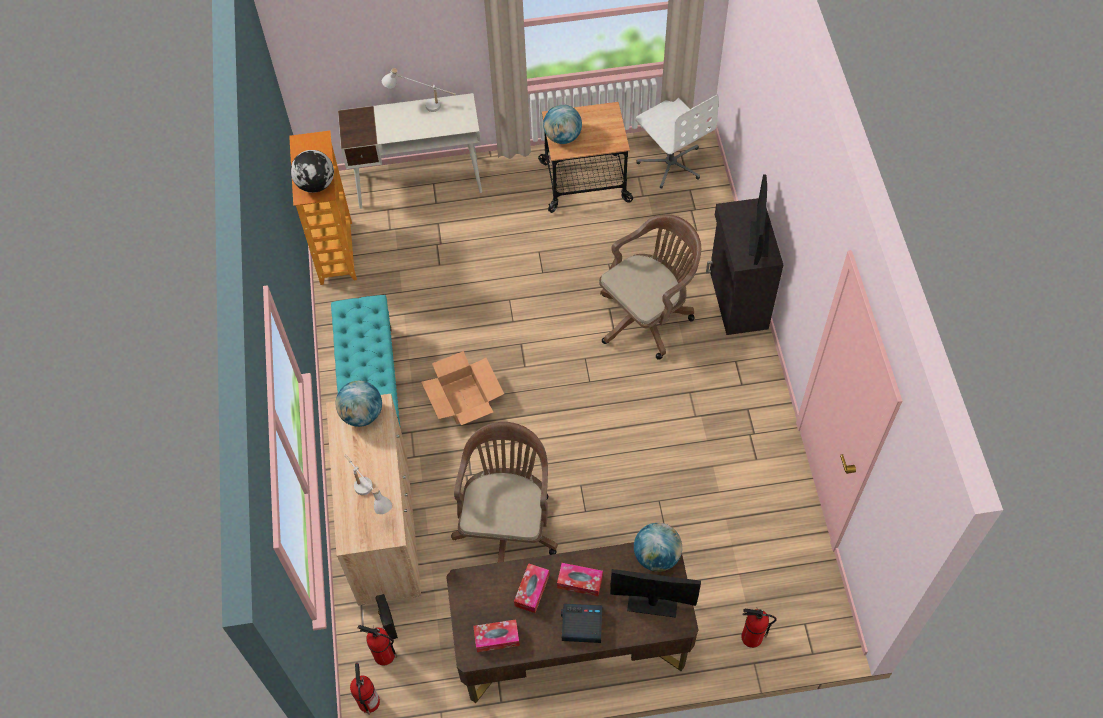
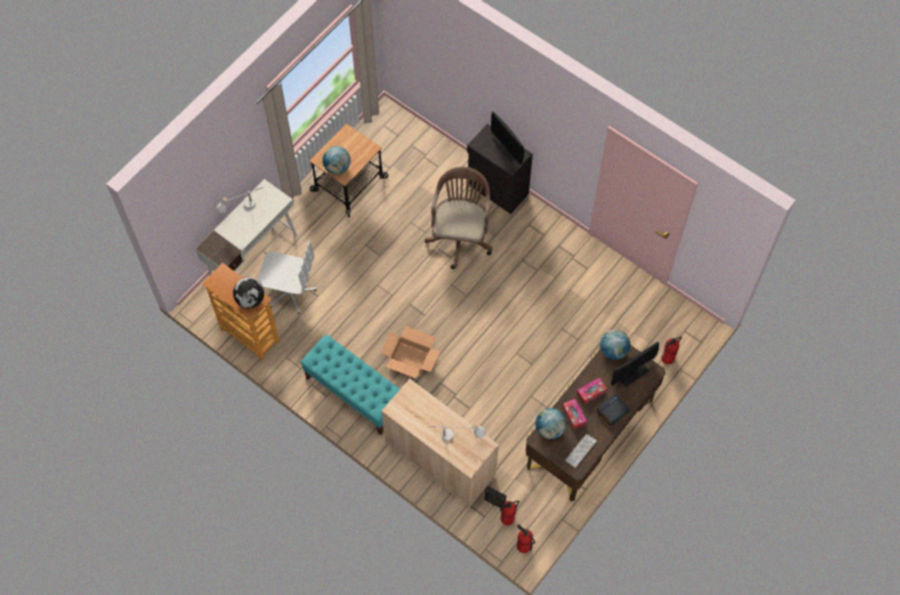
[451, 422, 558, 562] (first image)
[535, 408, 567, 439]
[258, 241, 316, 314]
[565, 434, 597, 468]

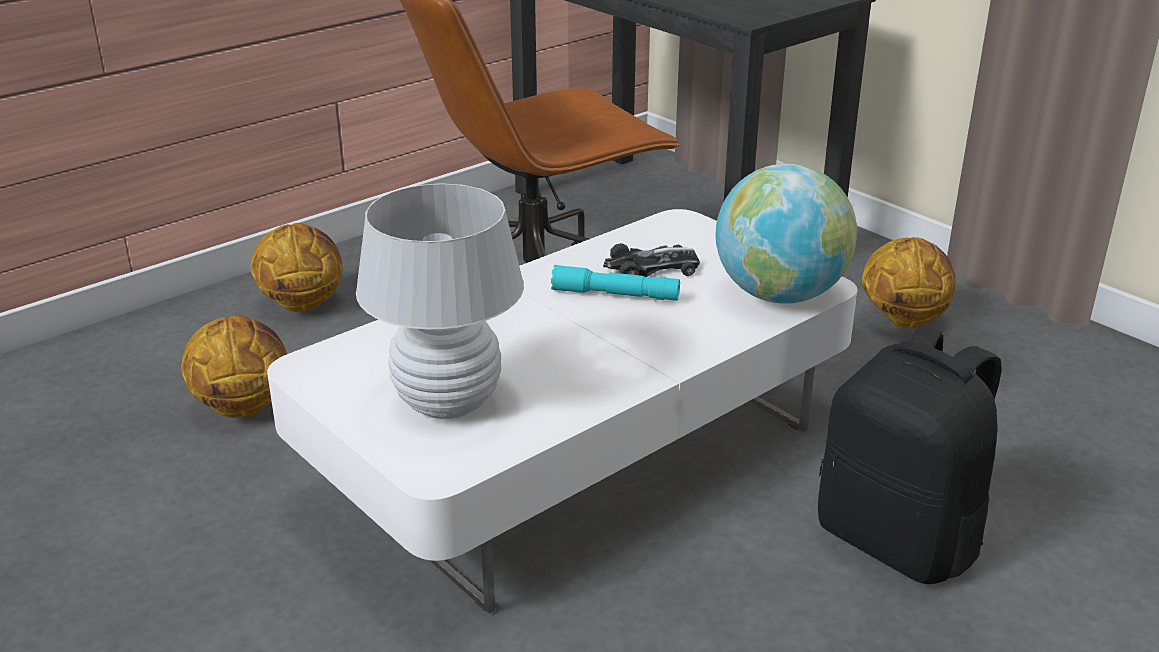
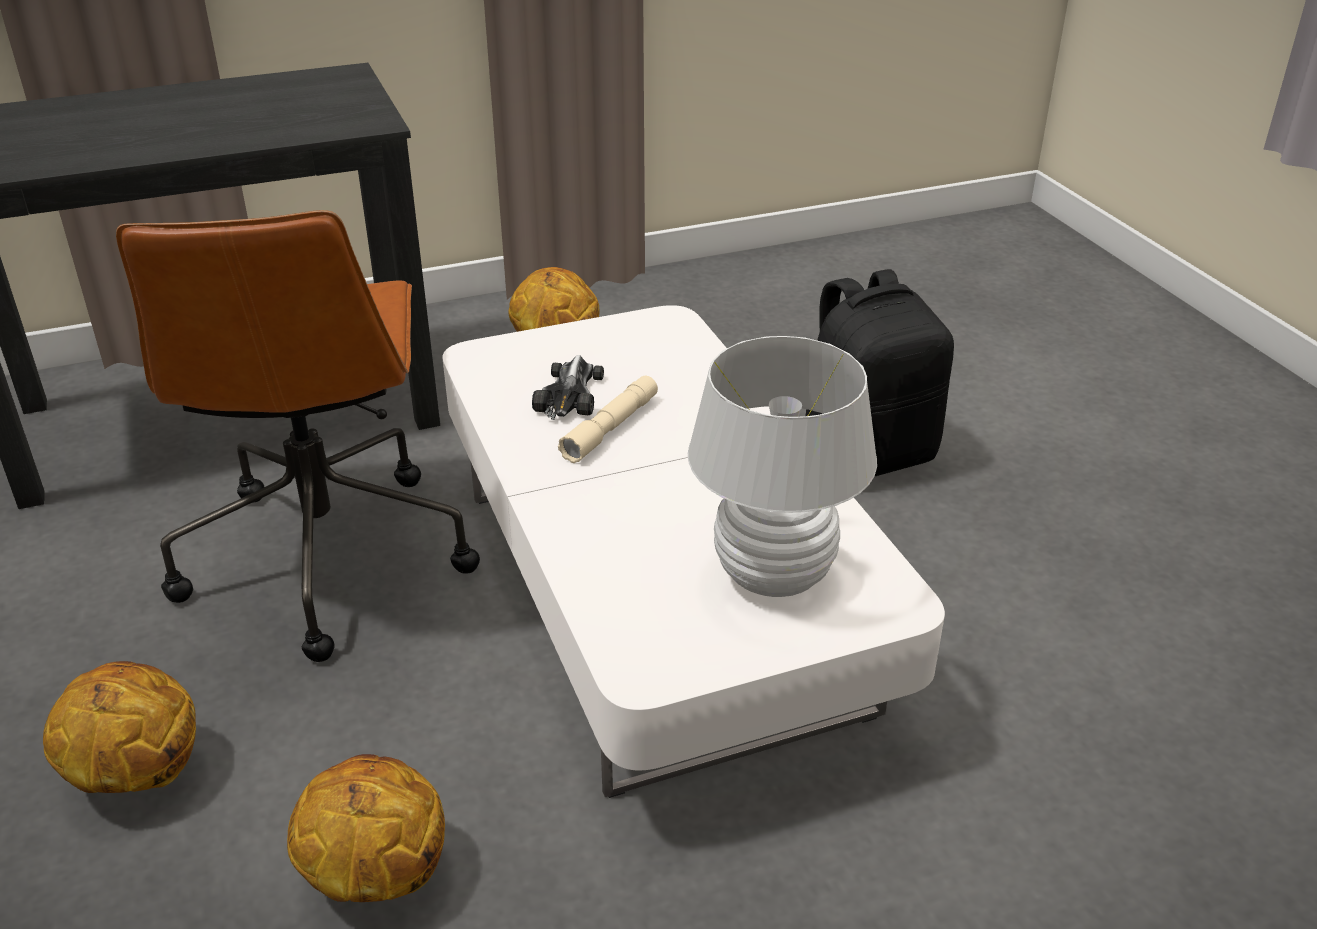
[716, 163, 857, 304] (first image)
[558, 376, 658, 463]

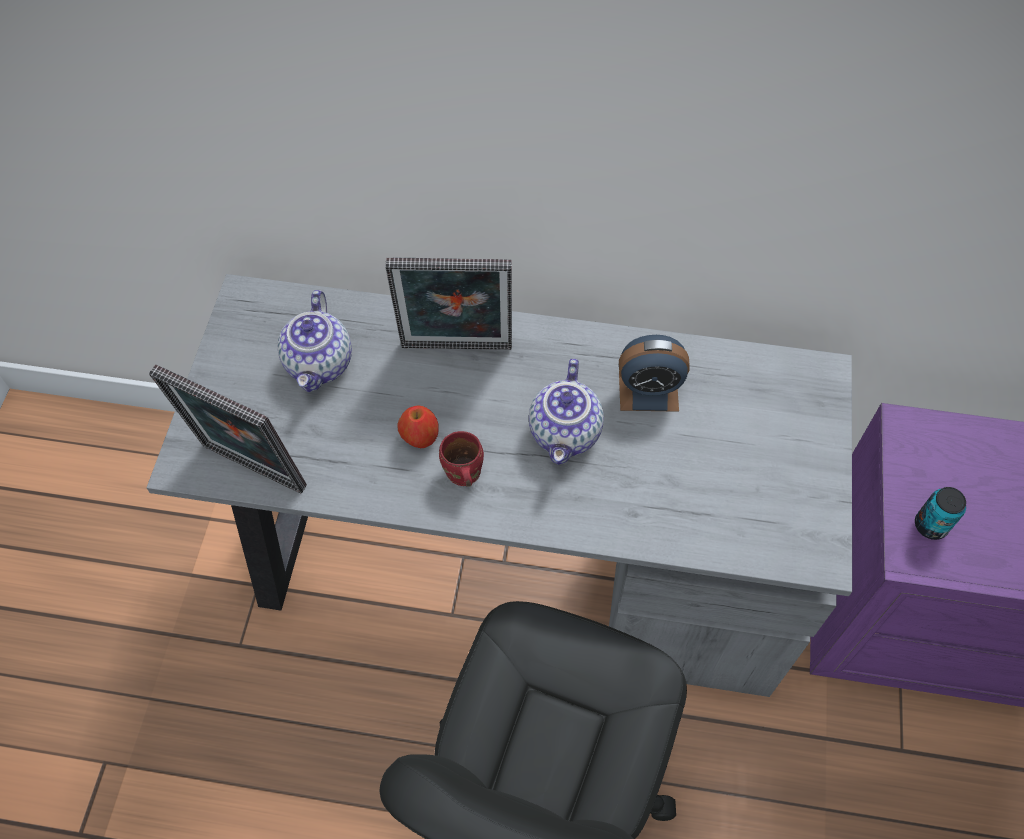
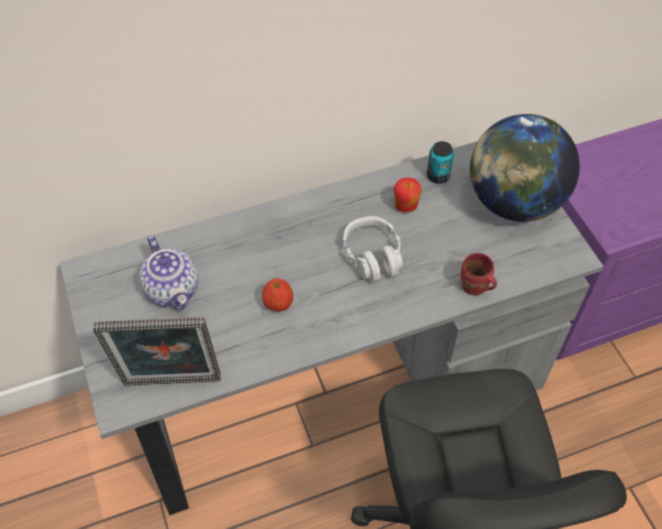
[386, 258, 512, 350] (first image)
[470, 114, 580, 222]
[461, 253, 497, 295]
[427, 141, 454, 184]
[343, 216, 403, 282]
[394, 178, 422, 212]

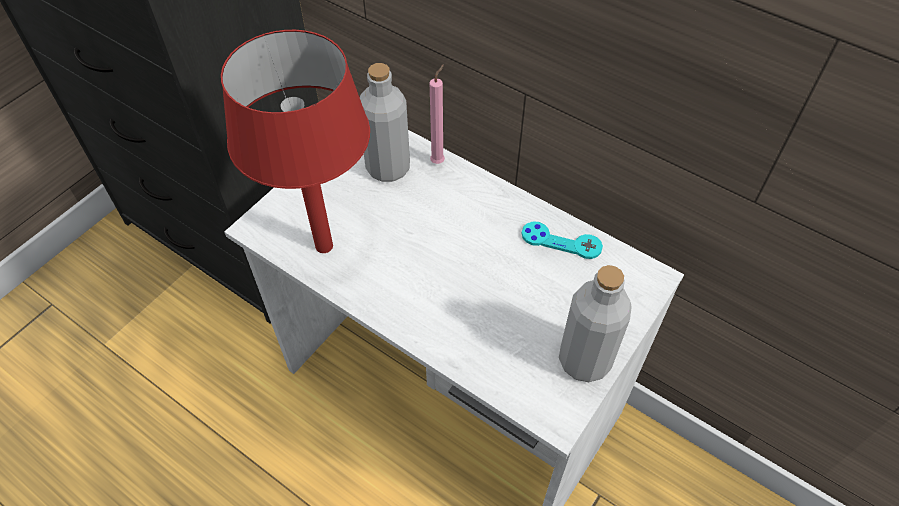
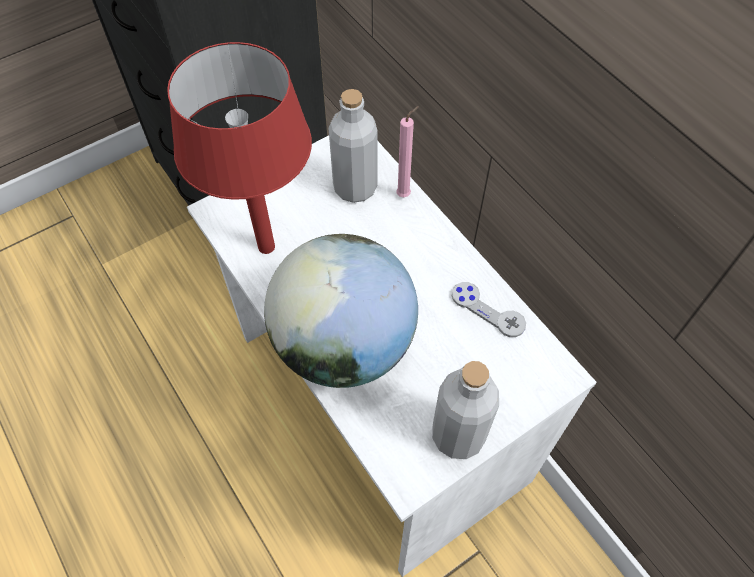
[264, 234, 418, 388]
[452, 282, 526, 337]

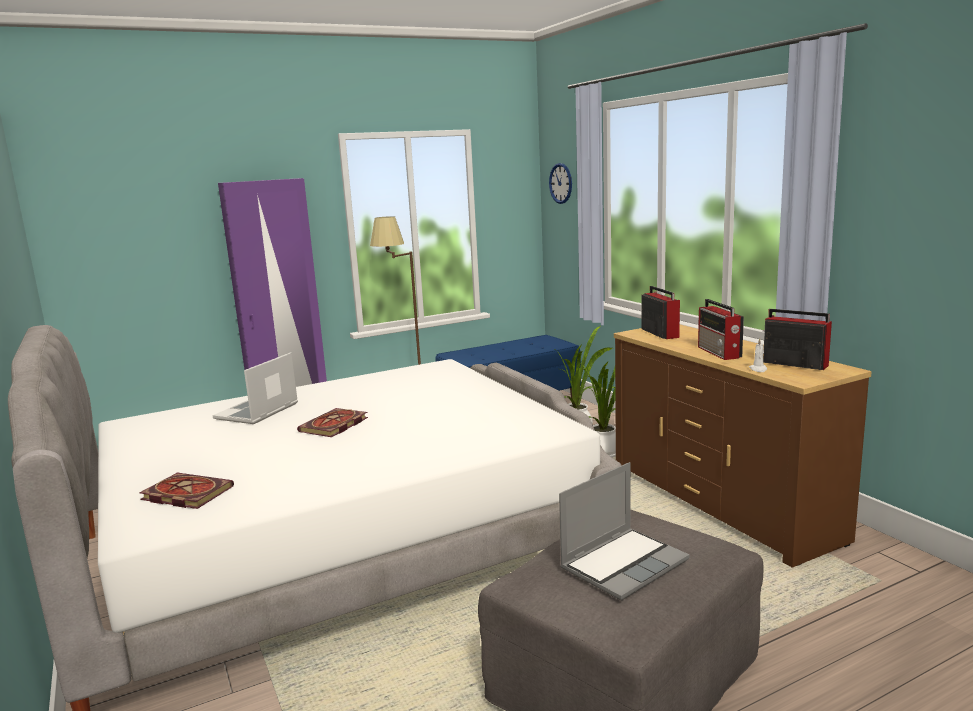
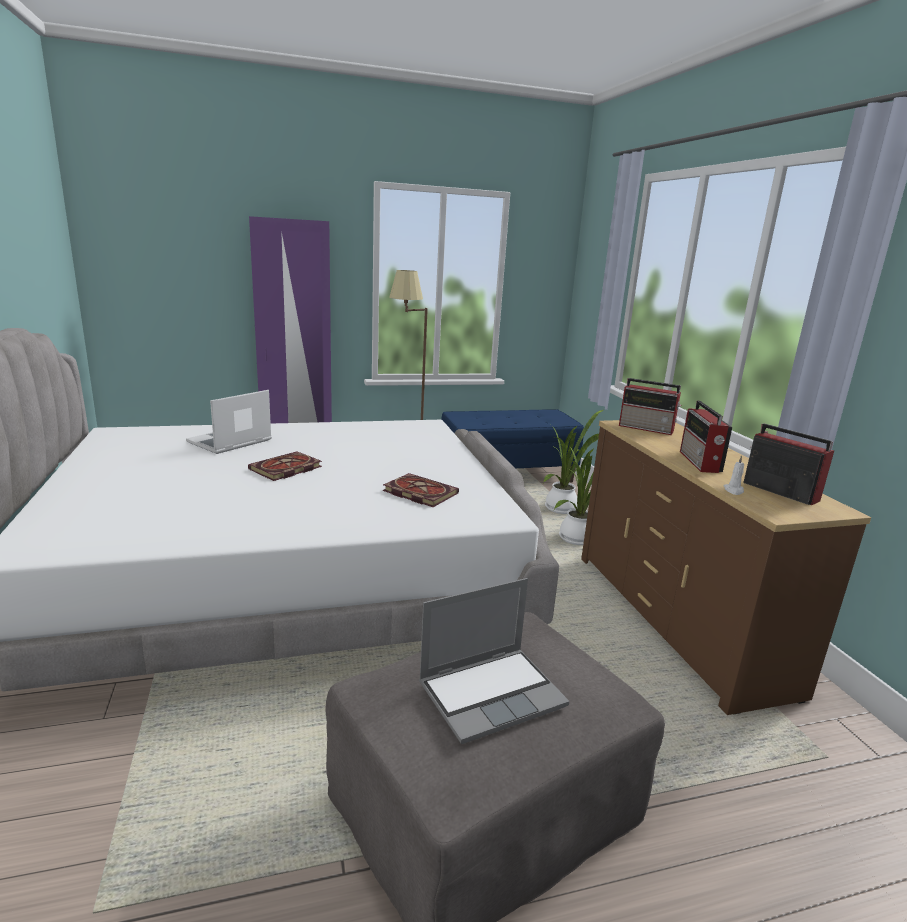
[549, 163, 572, 204] (first image)
[383, 473, 459, 507]
[619, 378, 681, 435]

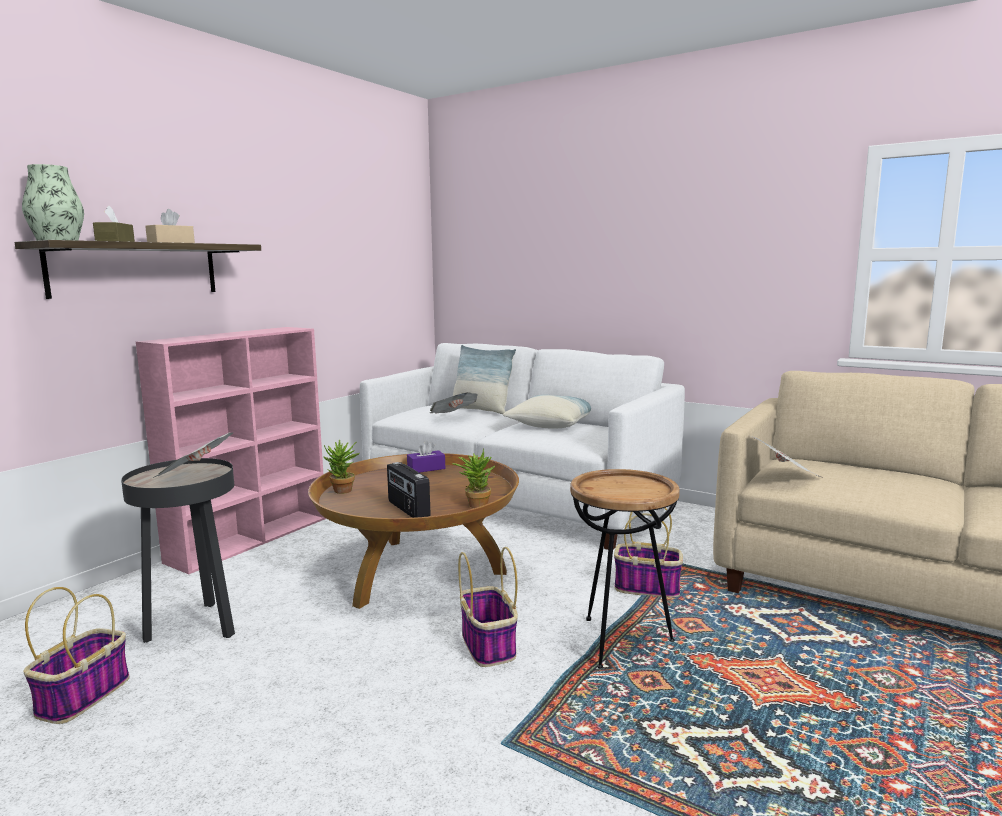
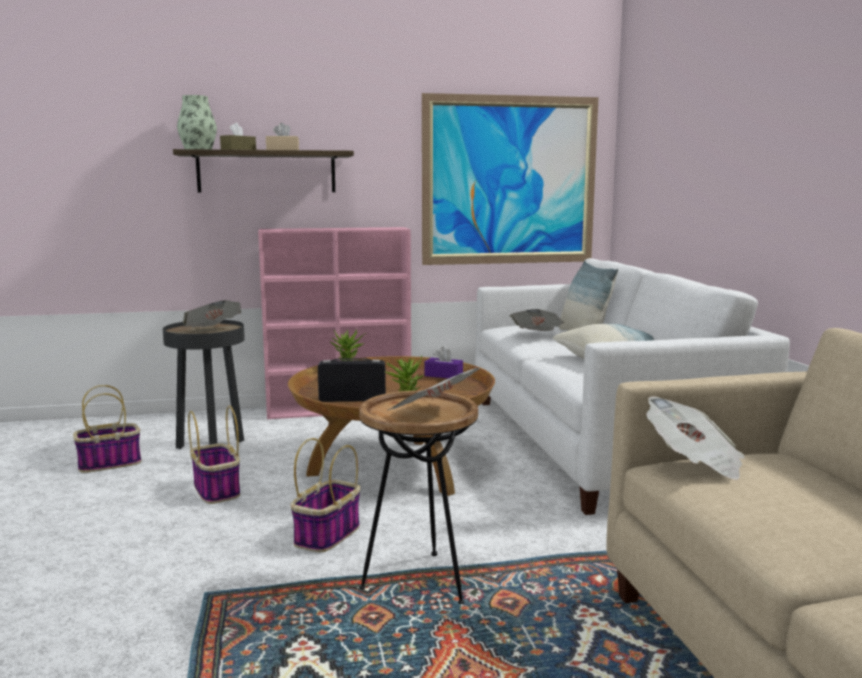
[388, 368, 480, 410]
[422, 93, 599, 265]
[188, 406, 240, 504]
[318, 358, 386, 402]

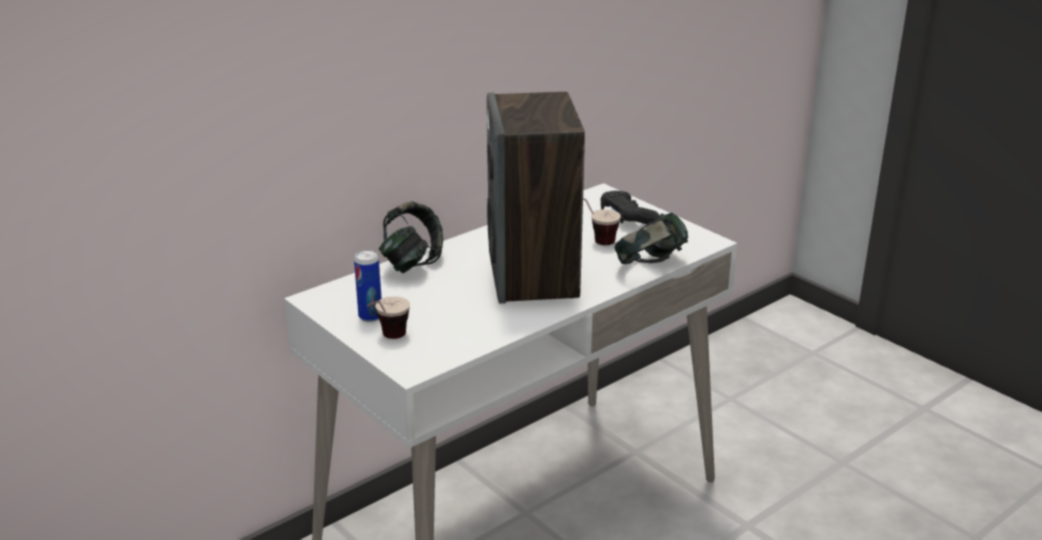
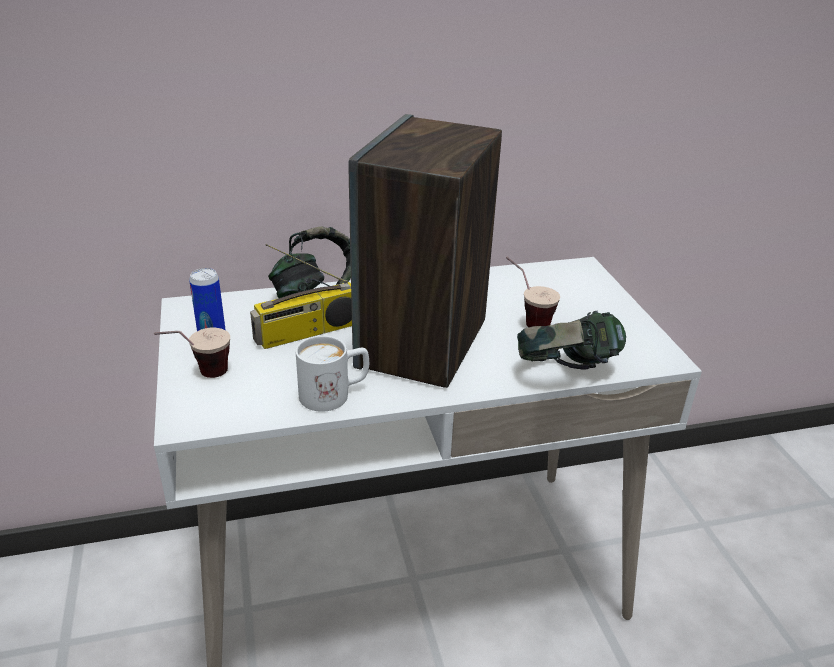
[600, 191, 659, 224] (first image)
[250, 244, 352, 349]
[295, 335, 369, 412]

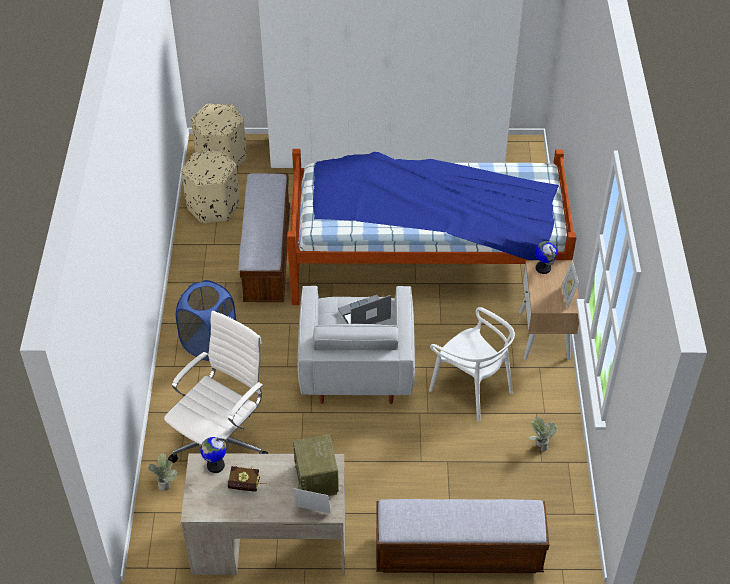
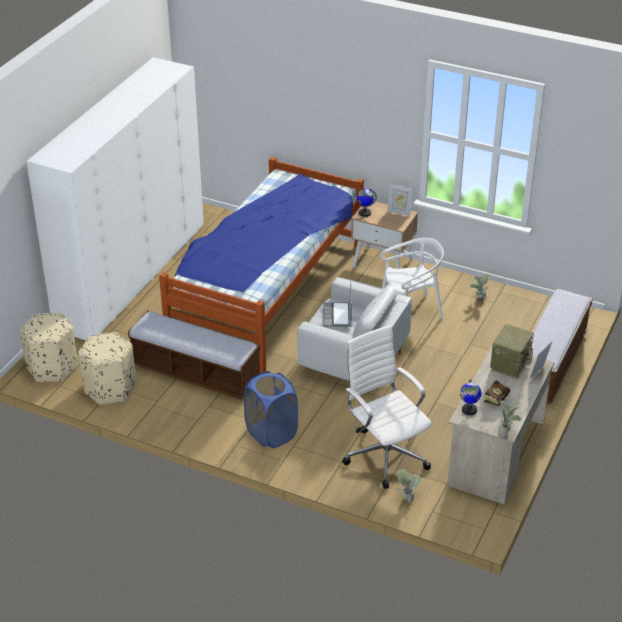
[498, 400, 522, 435]
[490, 324, 534, 379]

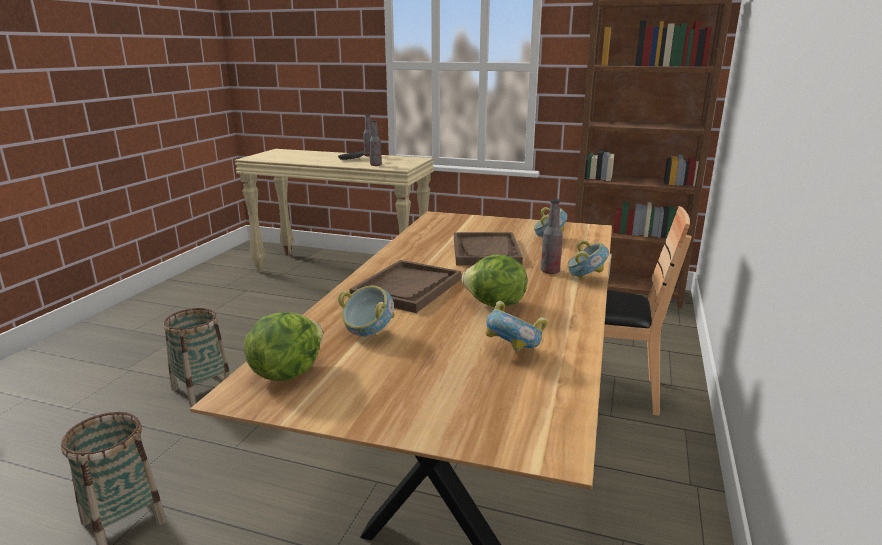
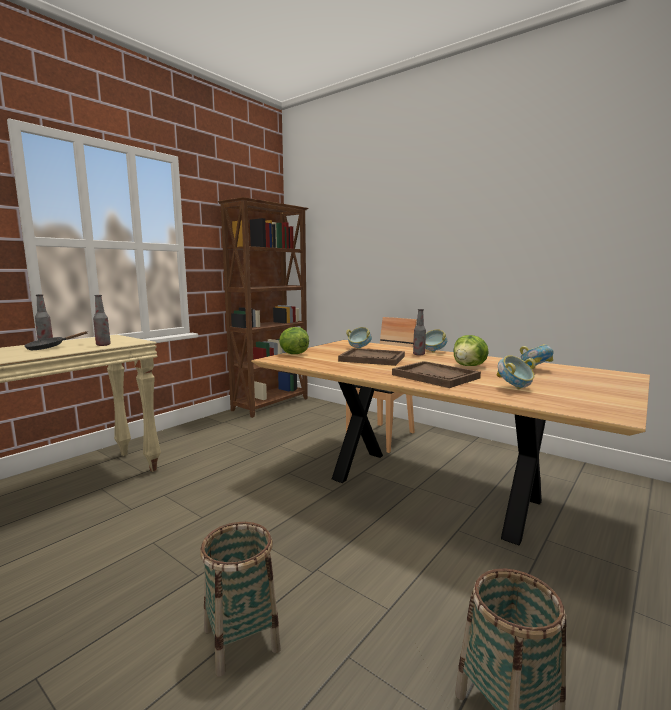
[279, 327, 309, 354]

